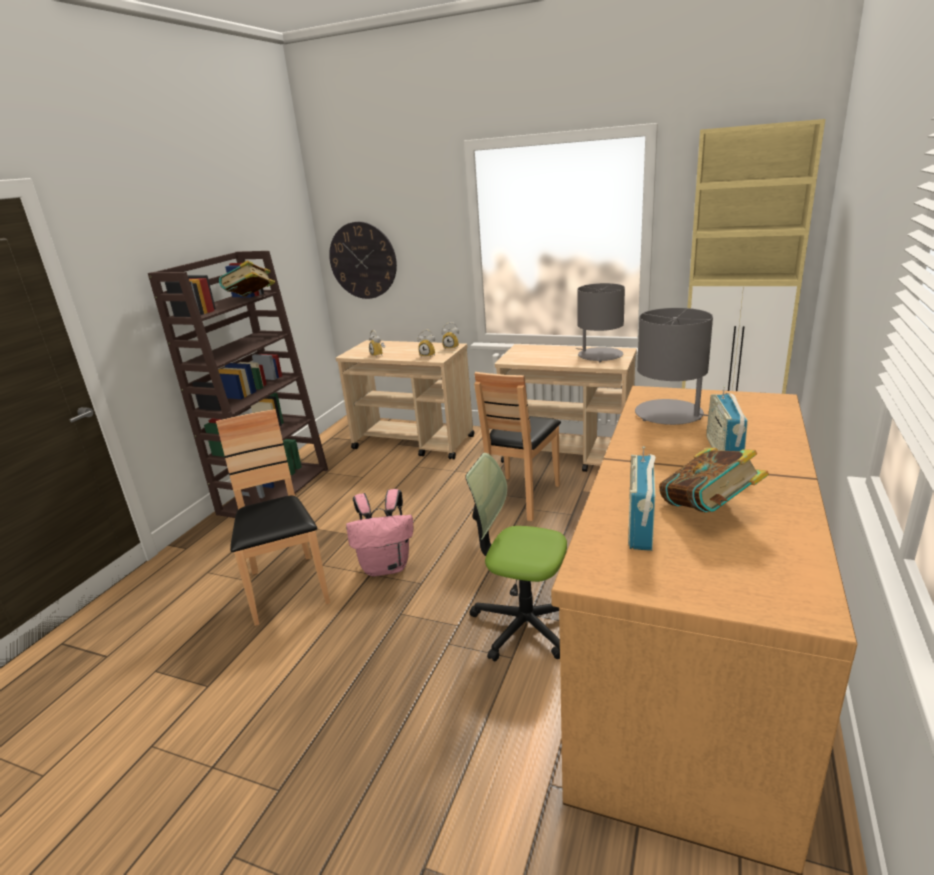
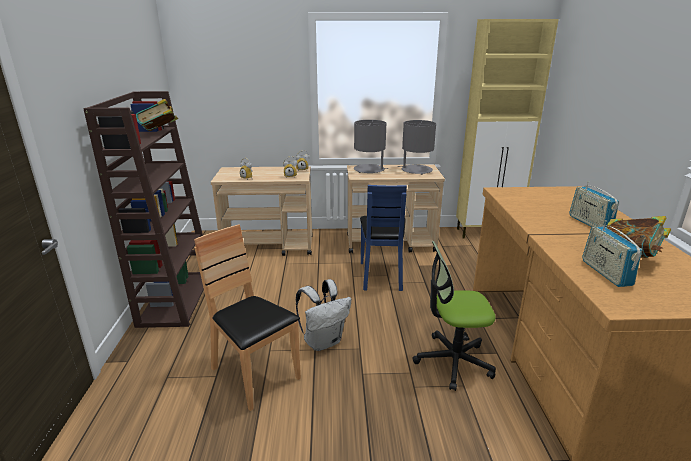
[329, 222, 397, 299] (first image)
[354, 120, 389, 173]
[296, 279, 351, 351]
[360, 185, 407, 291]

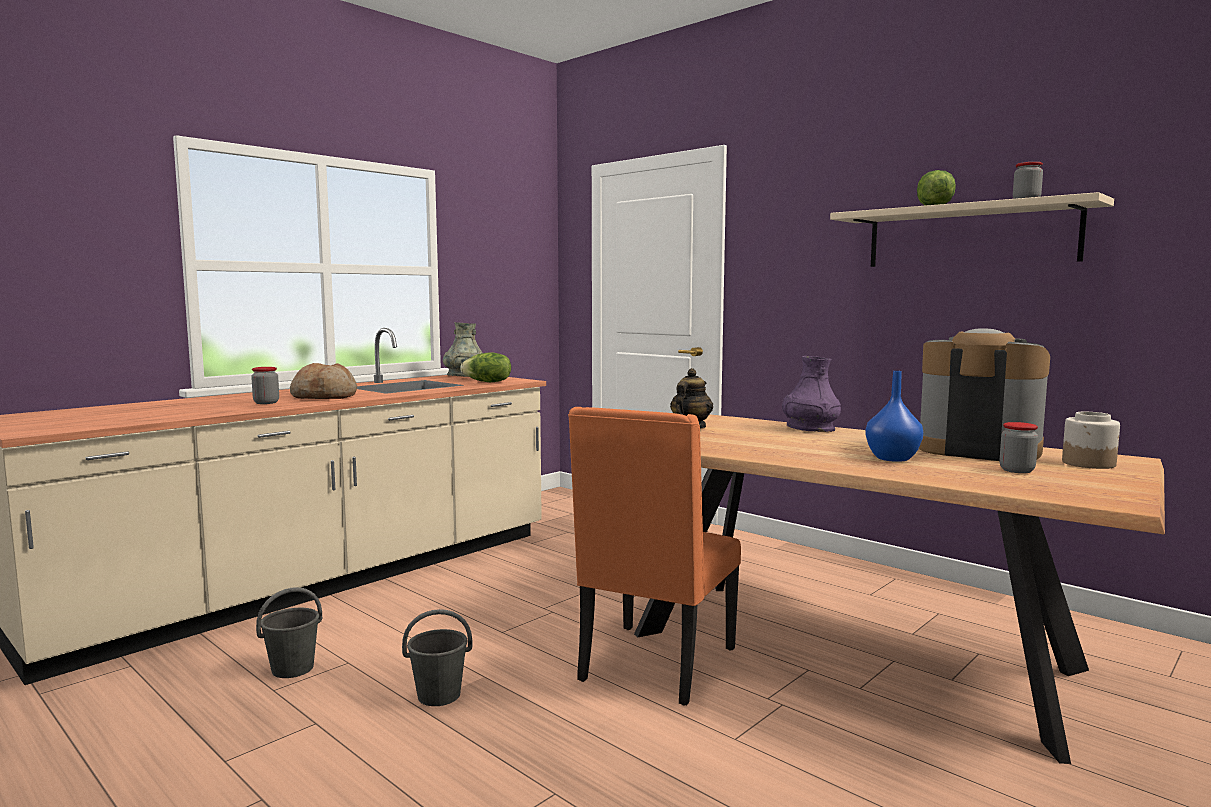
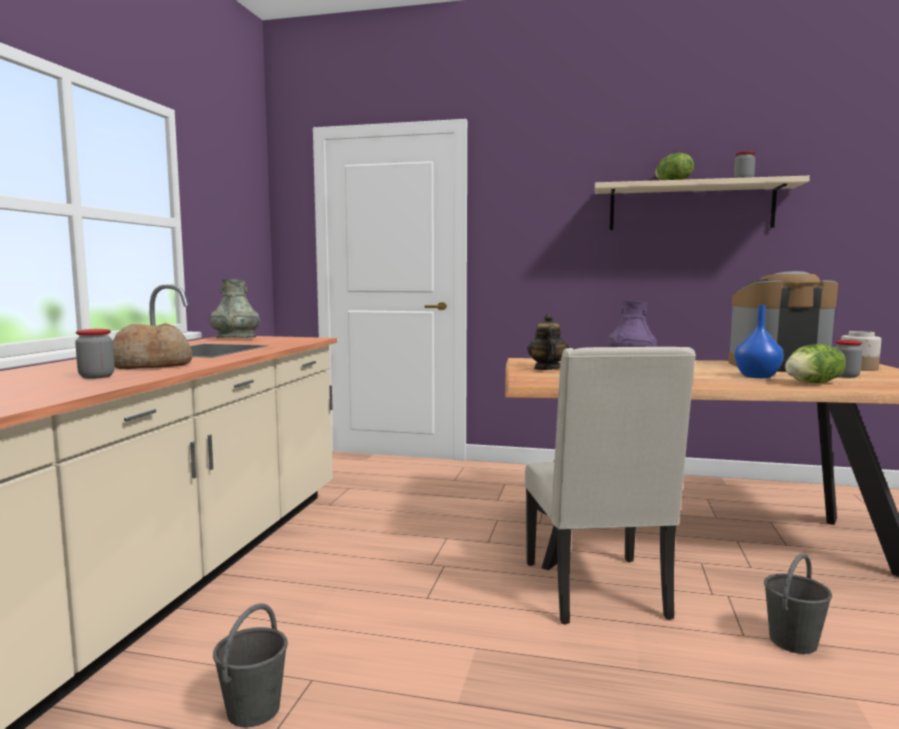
[764, 553, 832, 654]
[785, 344, 846, 383]
[525, 347, 696, 625]

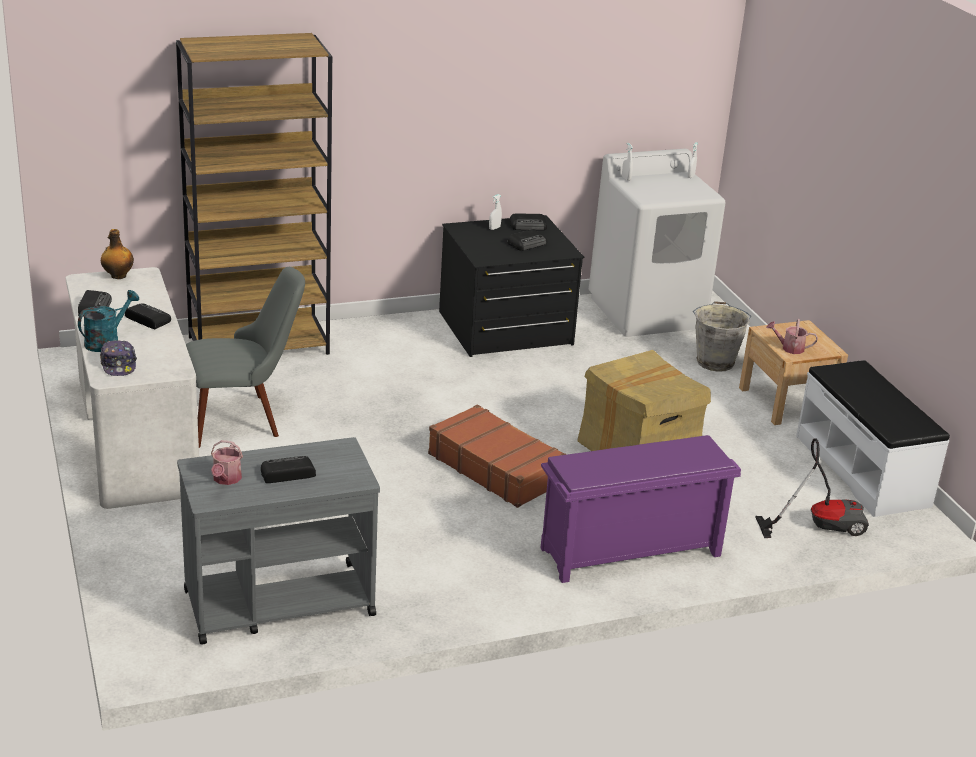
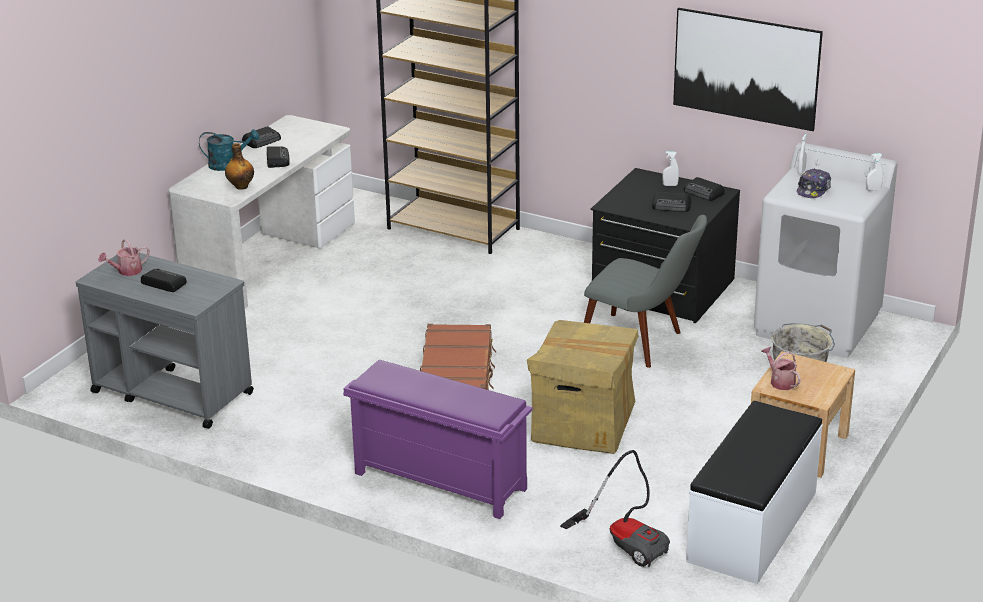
[673, 8, 823, 131]
[797, 168, 831, 198]
[225, 143, 254, 190]
[584, 215, 707, 368]

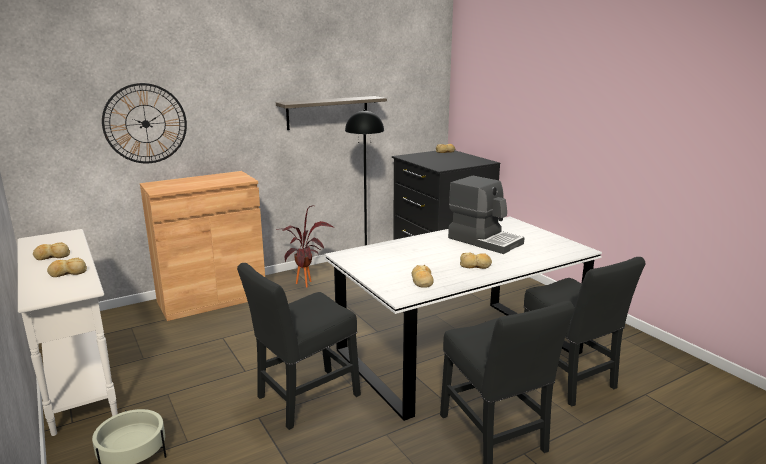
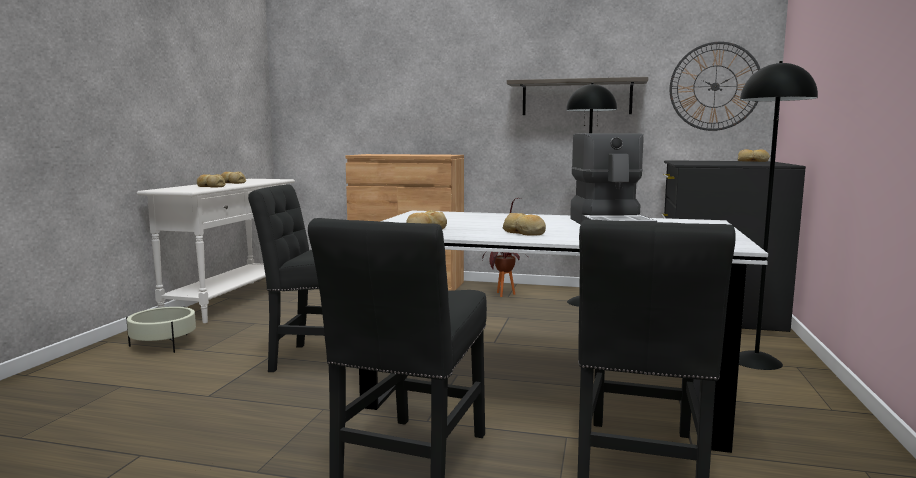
[739, 61, 818, 370]
[670, 42, 760, 131]

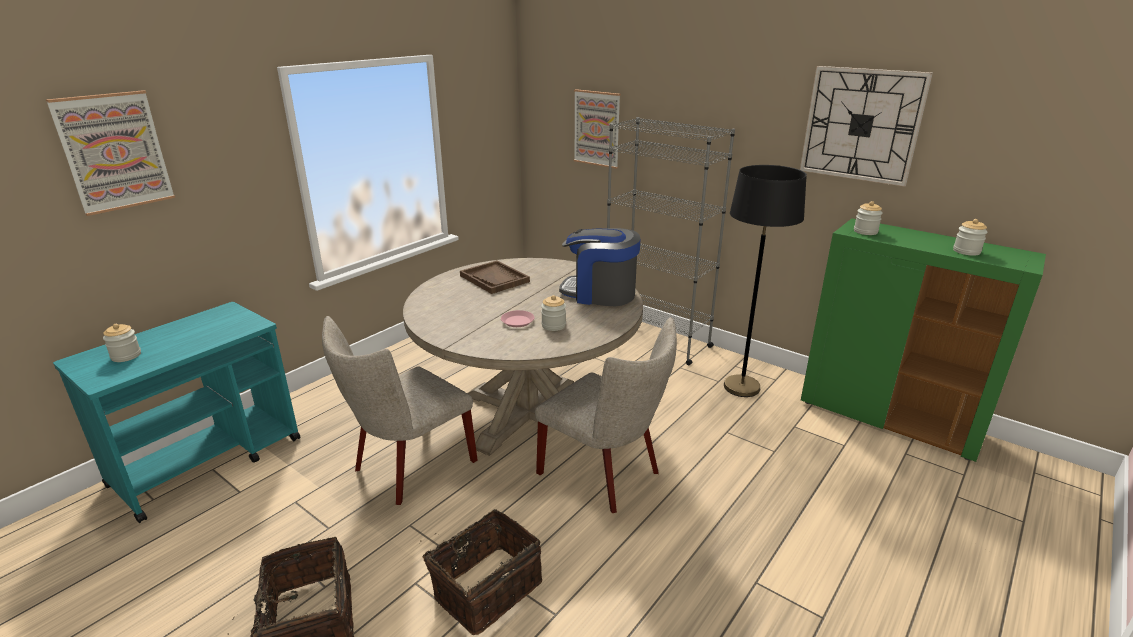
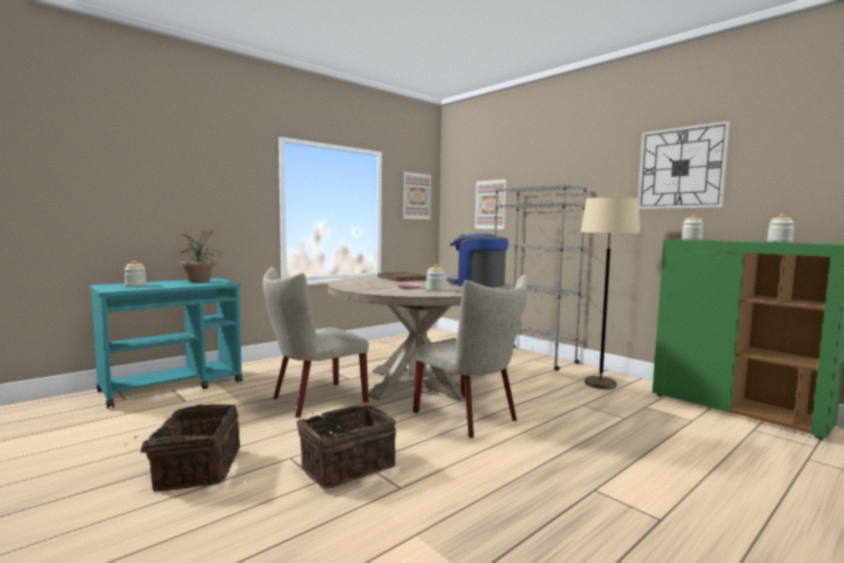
[180, 230, 221, 282]
[403, 171, 432, 220]
[581, 197, 640, 389]

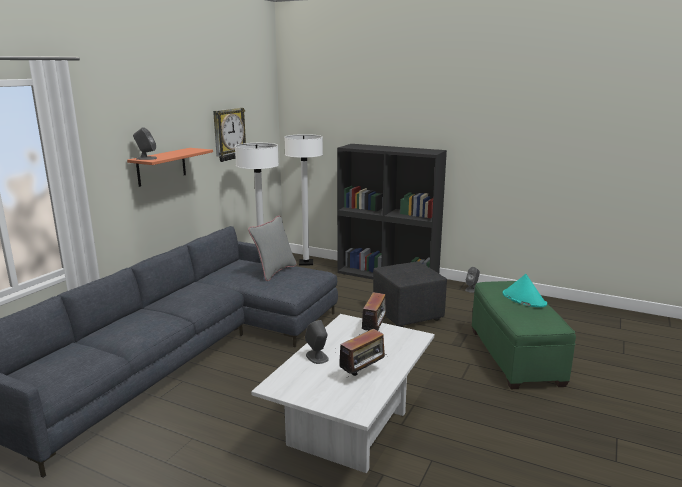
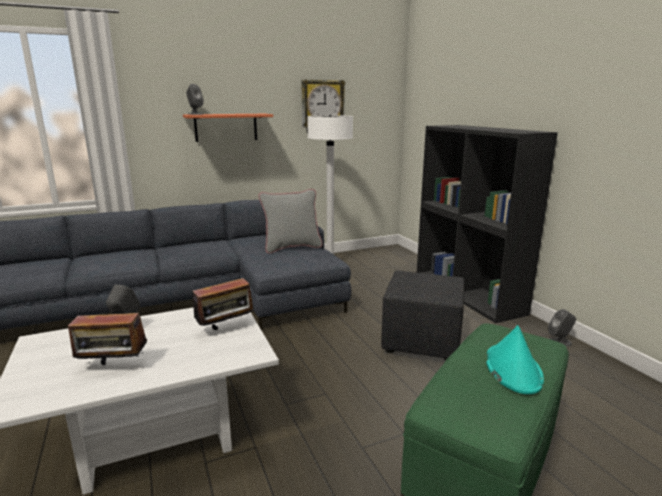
[284, 134, 323, 266] (first image)

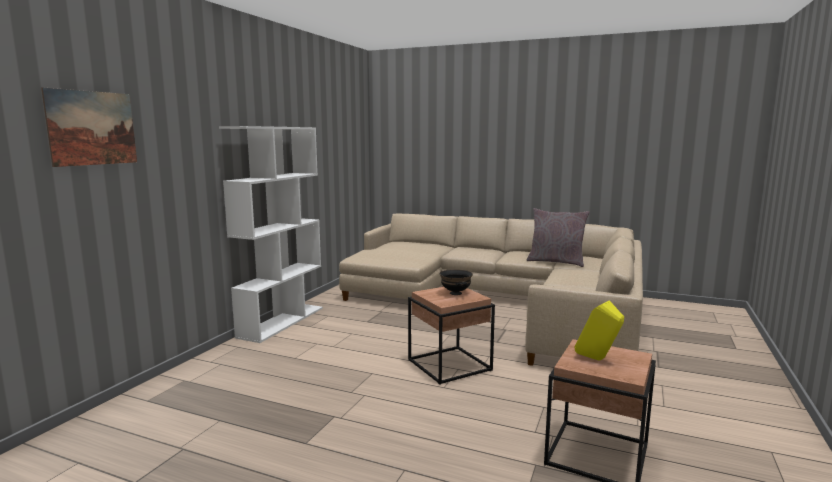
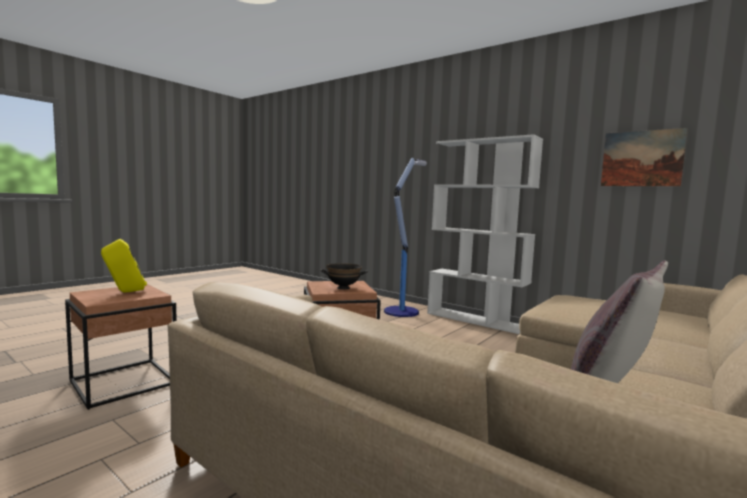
[384, 158, 427, 317]
[601, 128, 688, 186]

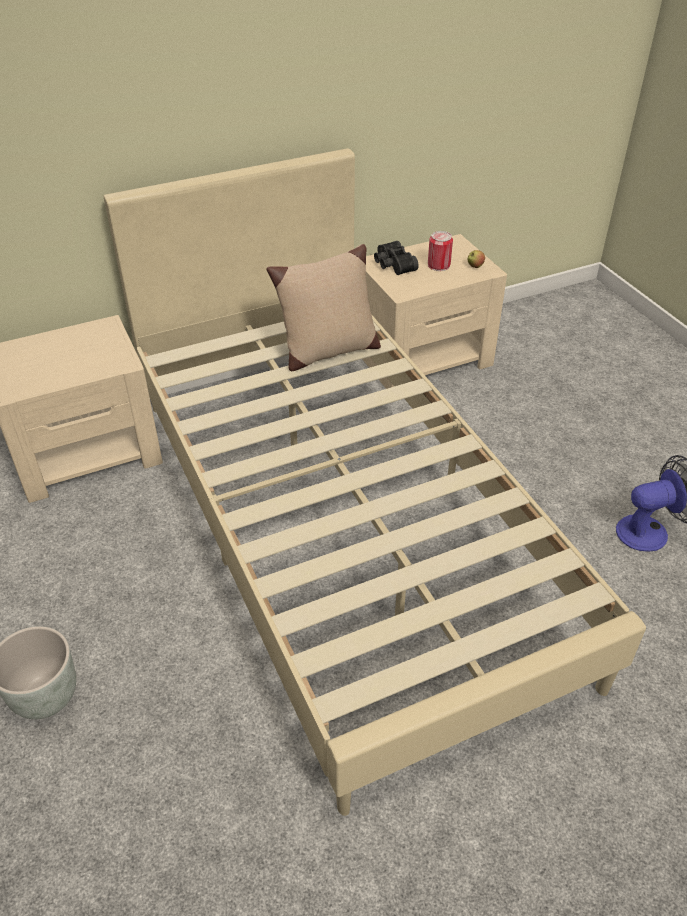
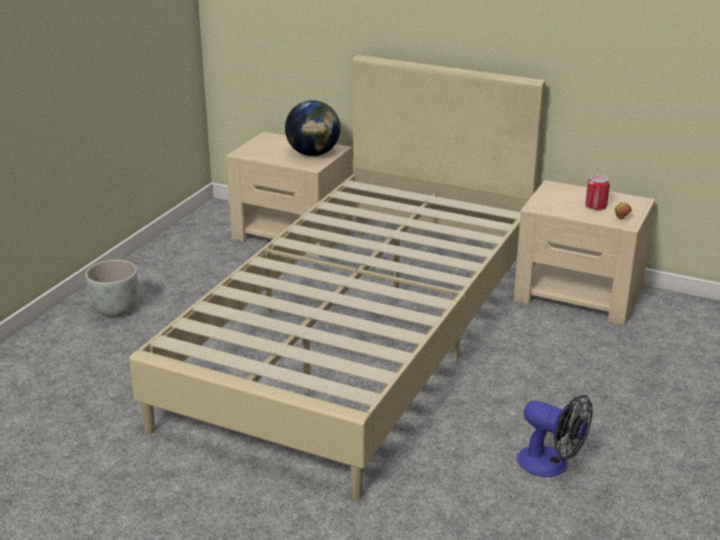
[266, 244, 381, 371] (first image)
[374, 241, 419, 275] (first image)
[285, 100, 340, 156]

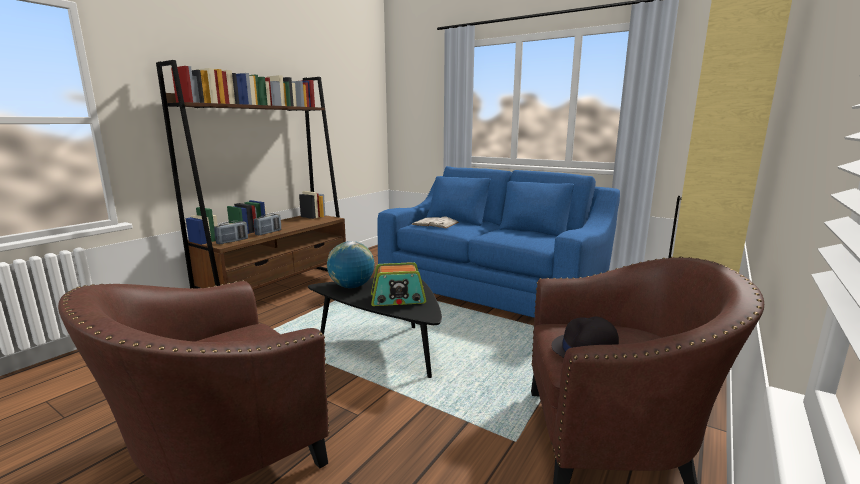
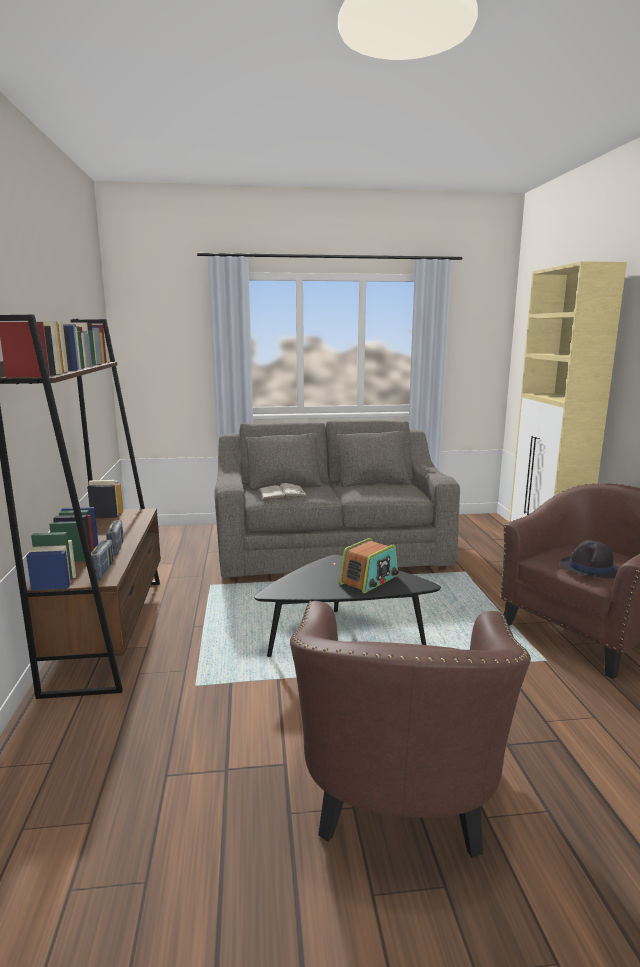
[327, 241, 375, 288] (first image)
[215, 420, 460, 580]

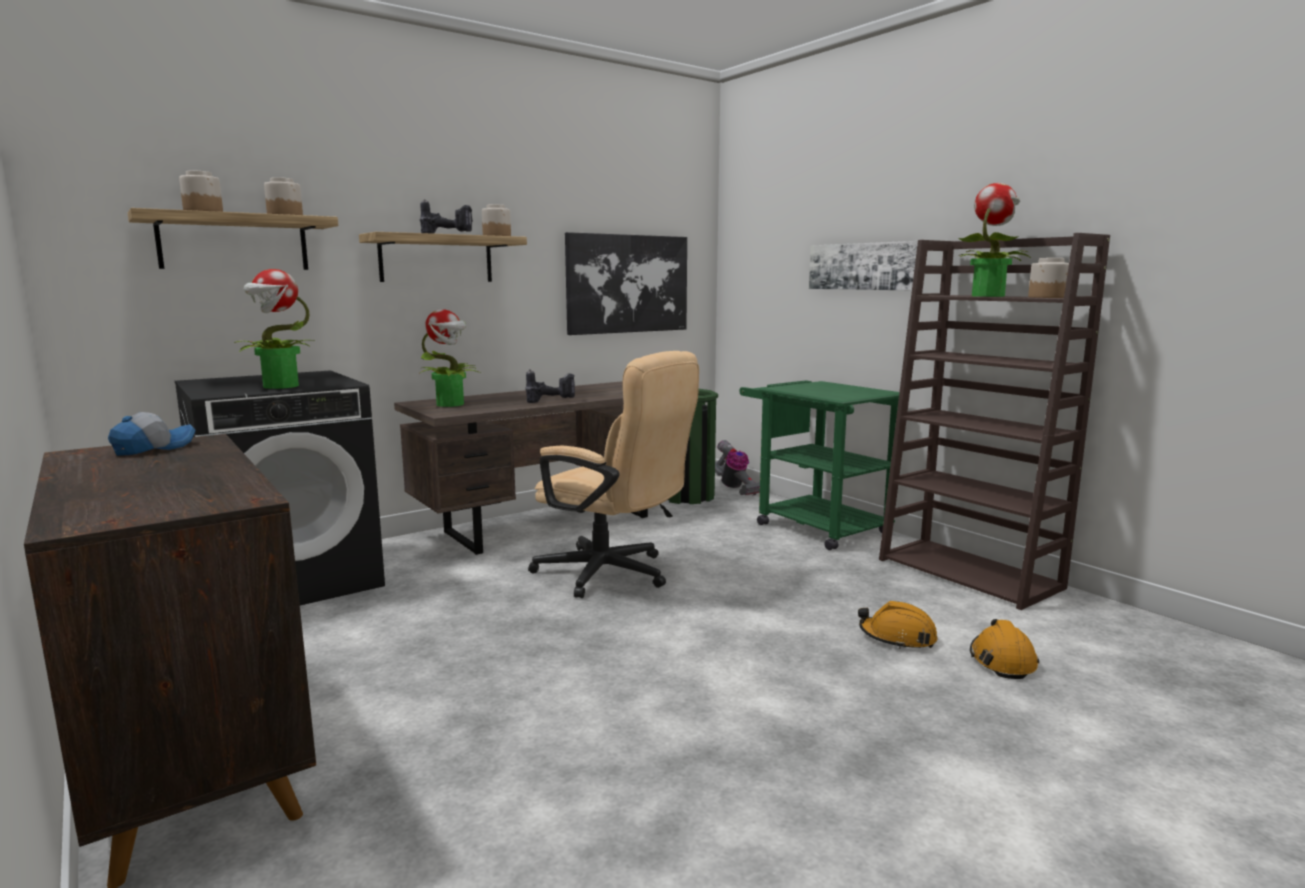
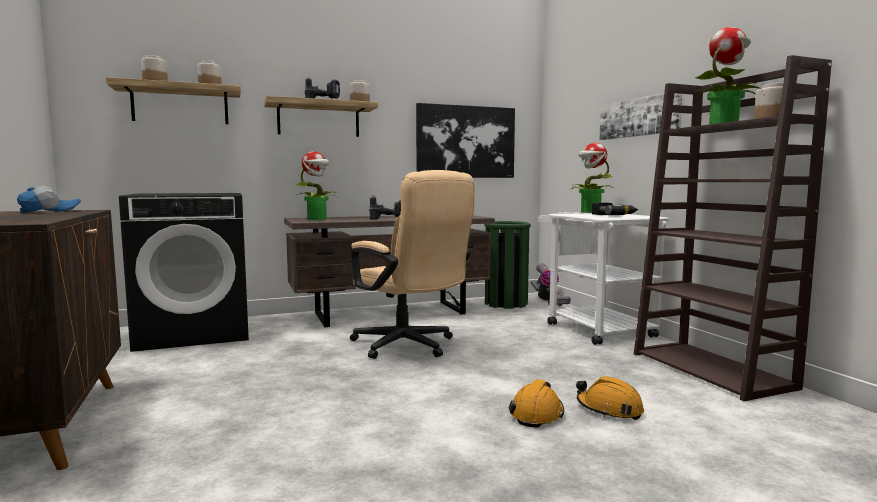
[592, 203, 638, 215]
[569, 143, 613, 213]
[509, 379, 564, 428]
[538, 212, 669, 345]

